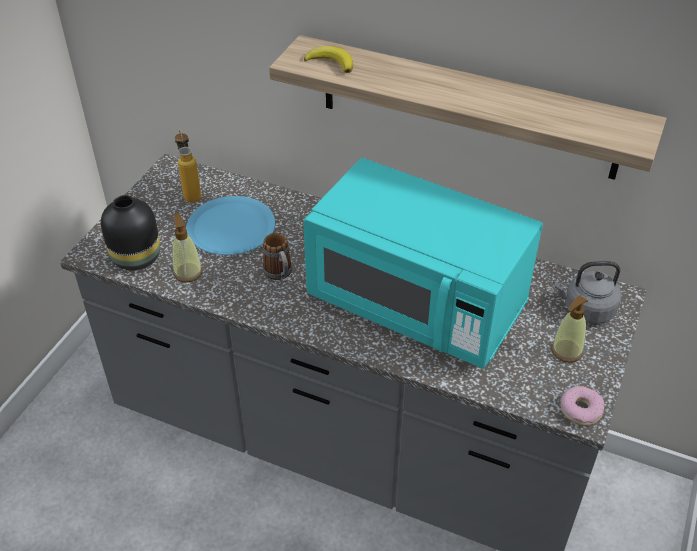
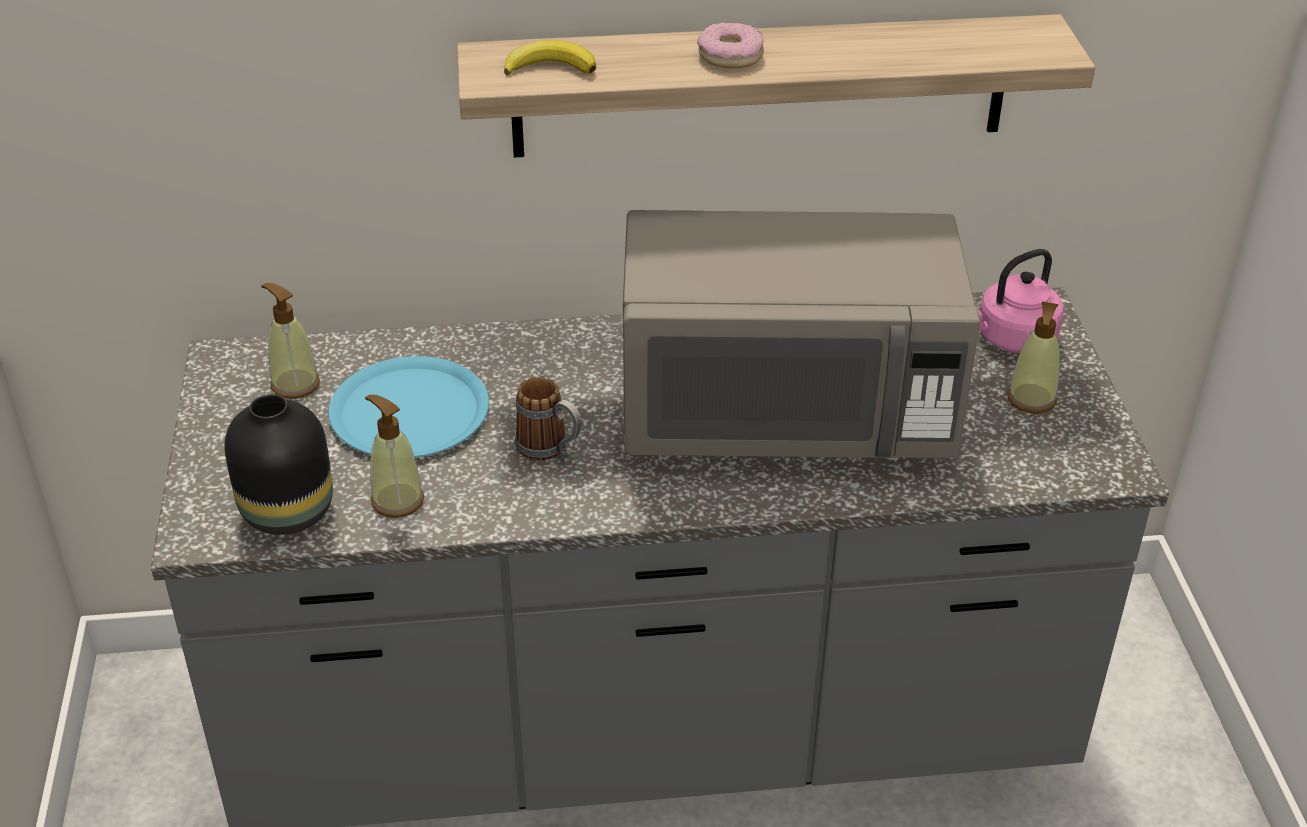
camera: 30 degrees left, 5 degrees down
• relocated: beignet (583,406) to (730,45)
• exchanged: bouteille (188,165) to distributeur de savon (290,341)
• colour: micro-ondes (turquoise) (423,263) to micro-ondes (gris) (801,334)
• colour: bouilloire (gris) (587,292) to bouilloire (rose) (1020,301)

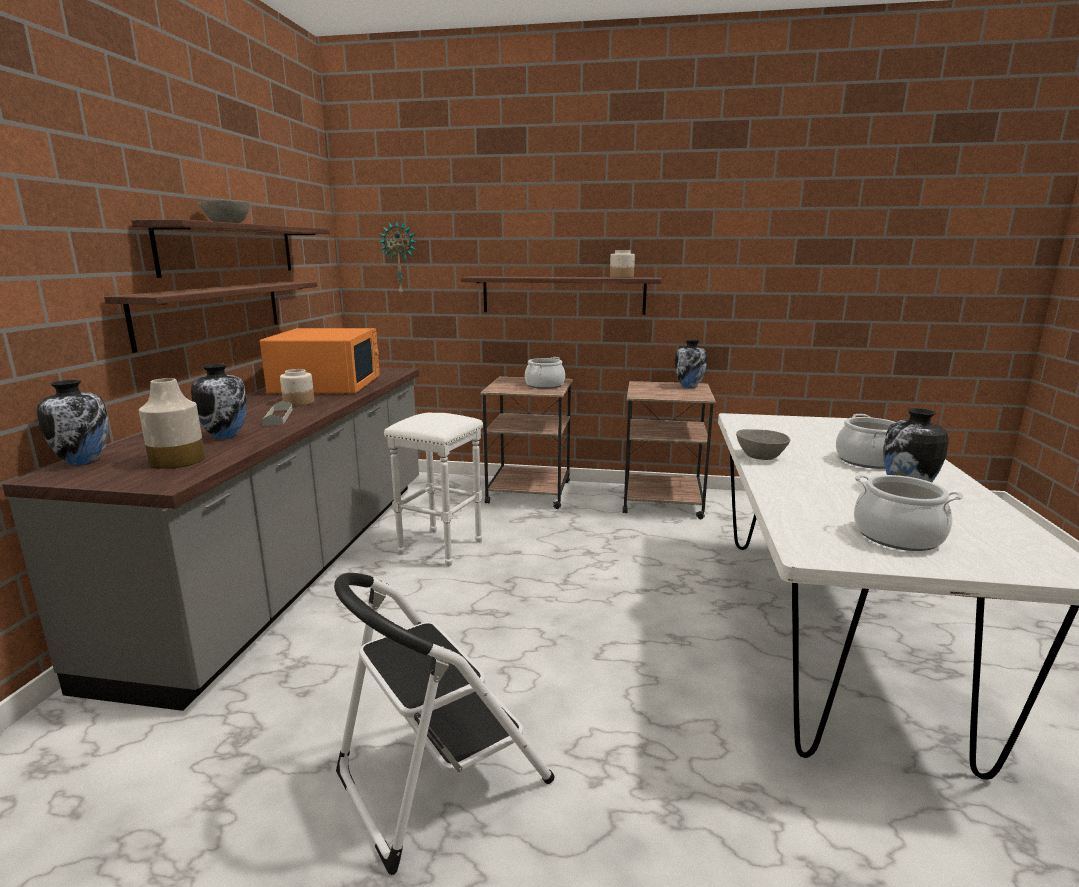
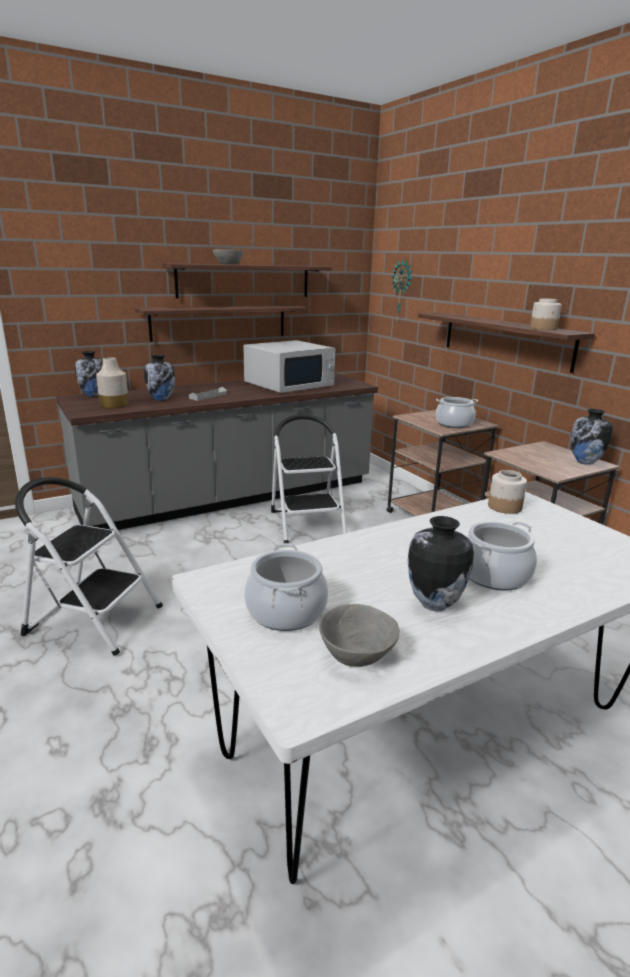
camera: 50 degrees right, 5 degrees up
• relocated: bocal (297,387) to (507,492)
• relocated: bol (gris) (763,444) to (359,635)
• exchanged: tabouret (blanc) (433,489) to escabeau (309,478)
• colour: micro-ondes (orange) (320,361) to micro-ondes (blanc) (289,366)

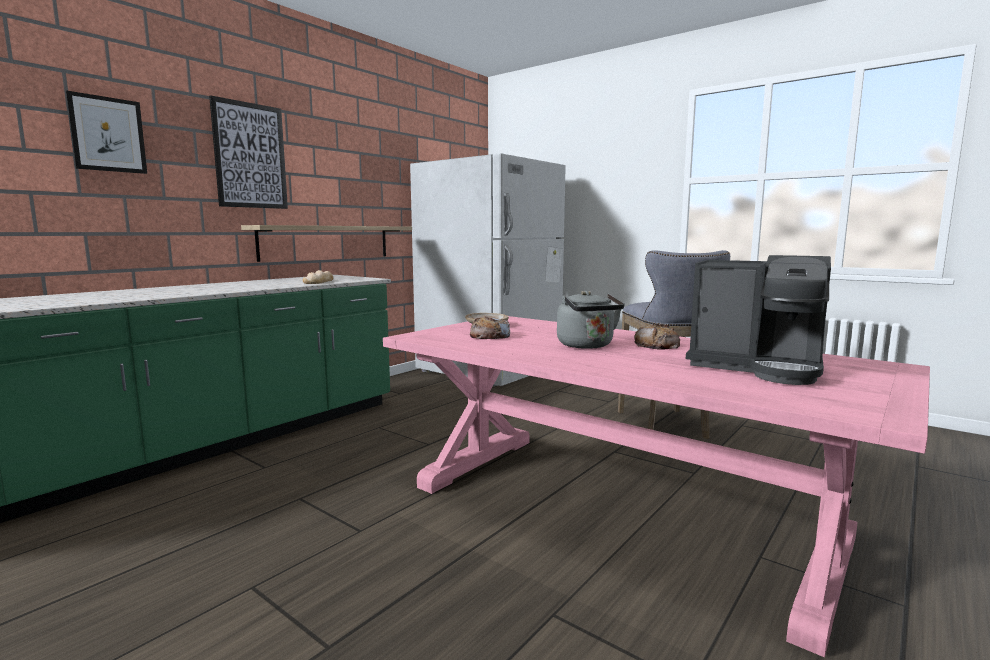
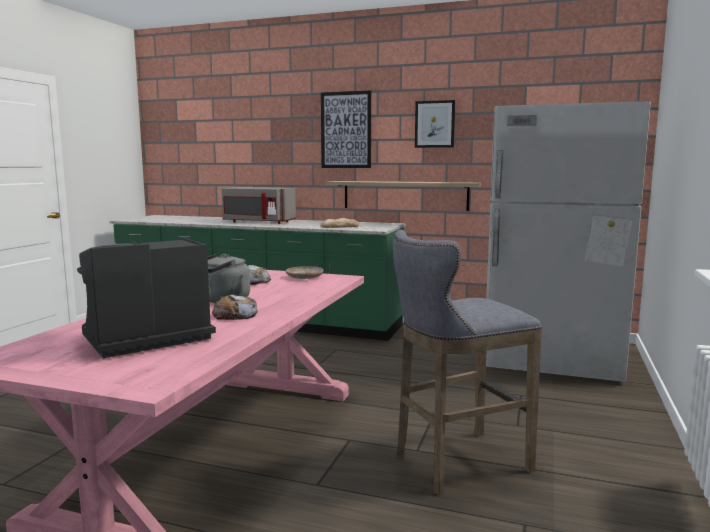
camera: 70 degrees right, 0 degrees up
• appeared: micro-ondes (gris) (259,205)
• relocated: tableau (106,132) to (435,124)
• spun: machine à café (758,320) = (146,298) 45 degrees clockwise

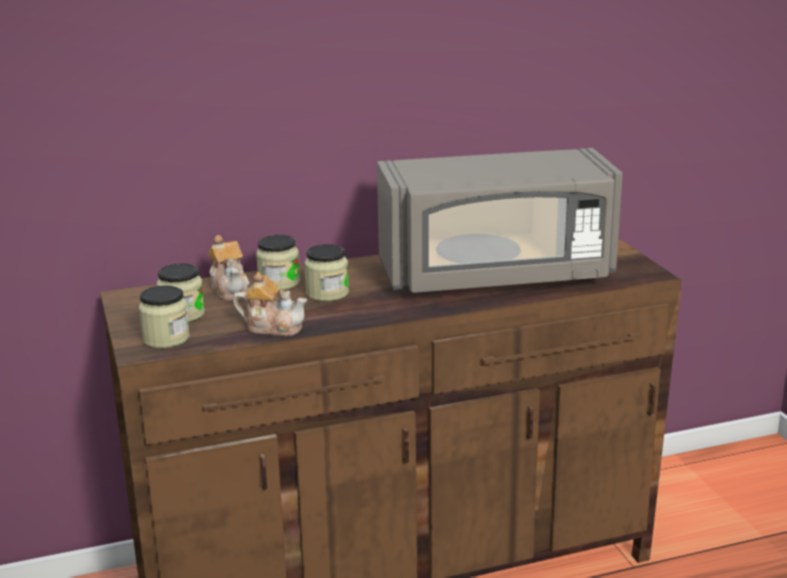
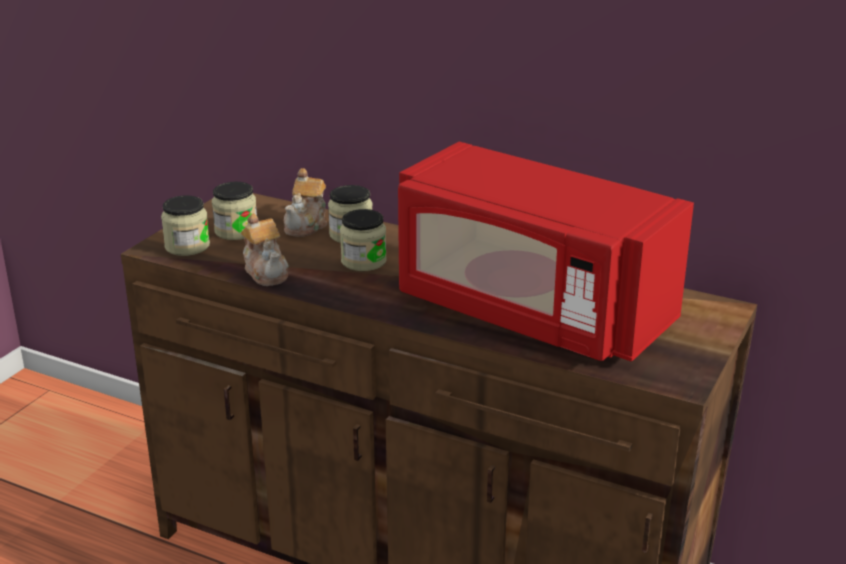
camera: 45 degrees right, 5 degrees up
• colour: micro-ondes (gris) (500,220) to micro-ondes (rouge) (546,251)

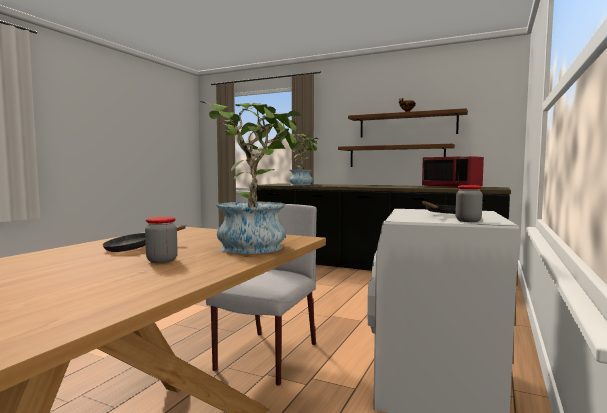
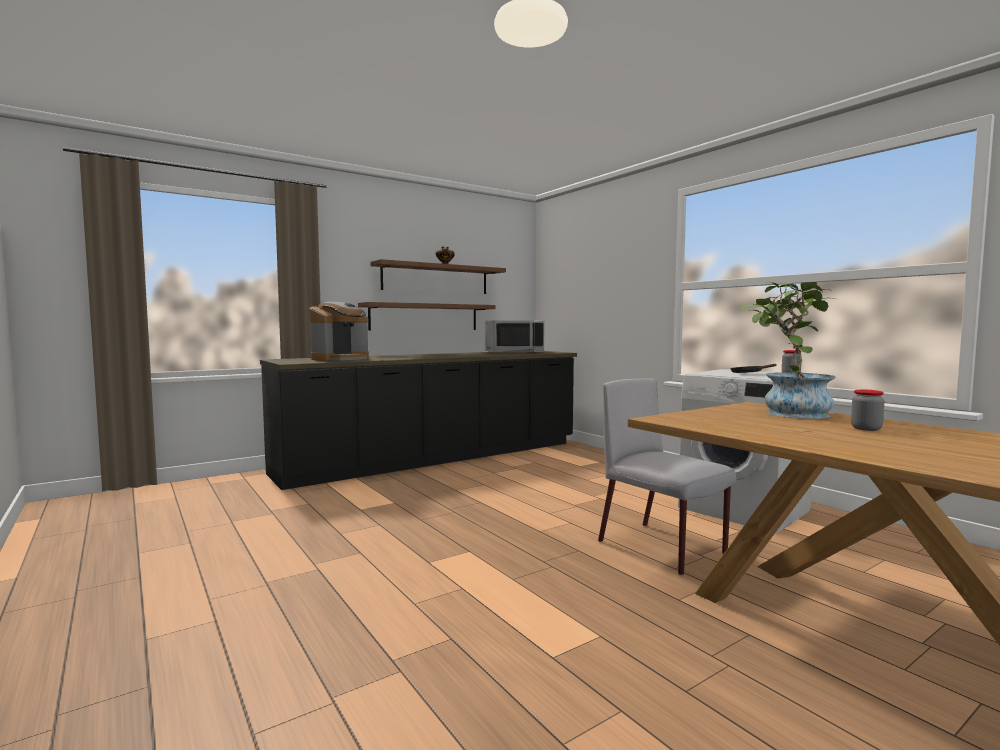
camera: 60 degrees left, 0 degrees up
• missing: poêle (noir) (144,238)
• exchanged: plante en pot (303,159) to machine à café (339,331)
• colour: micro-ondes (rouge) (453,171) to micro-ondes (gris) (514,337)

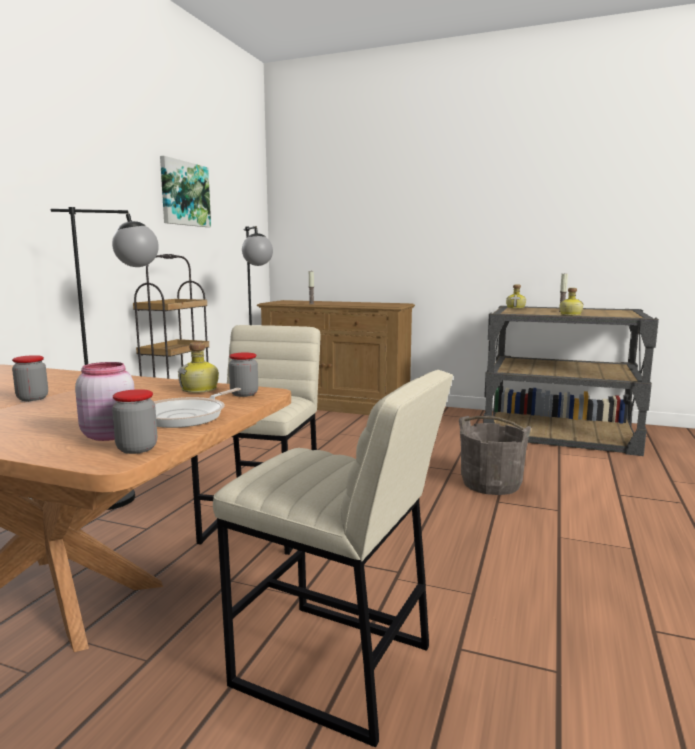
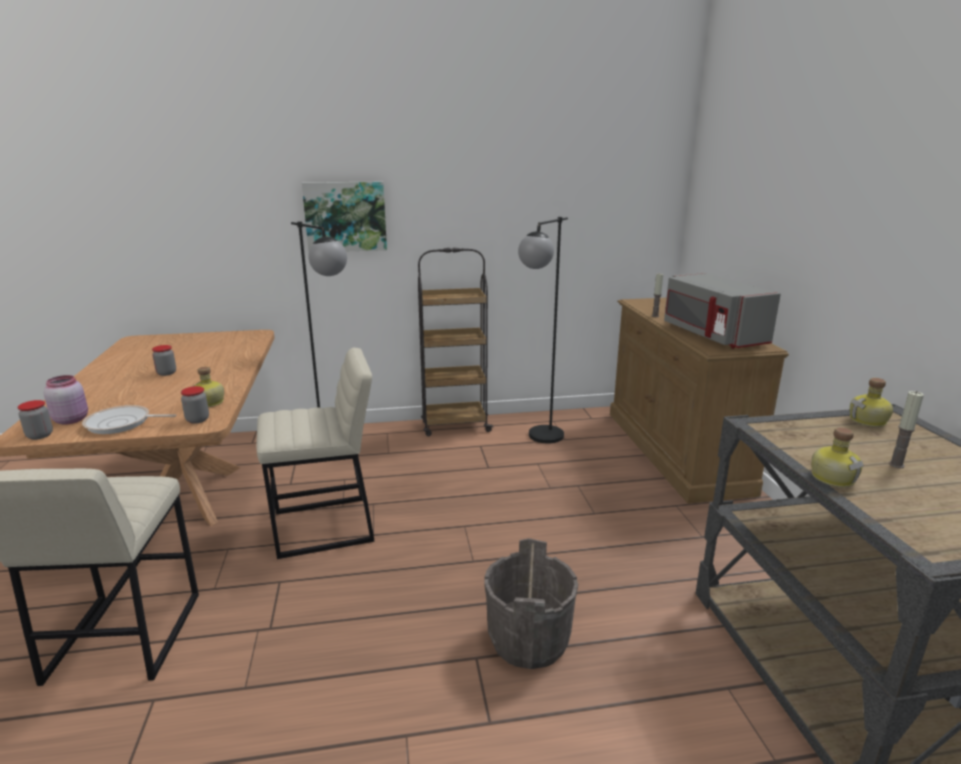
camera: 60 degrees right, 10 degrees up
• appeared: micro-ondes (gris) (722,310)
• relocated: tableau (185,191) to (344,216)

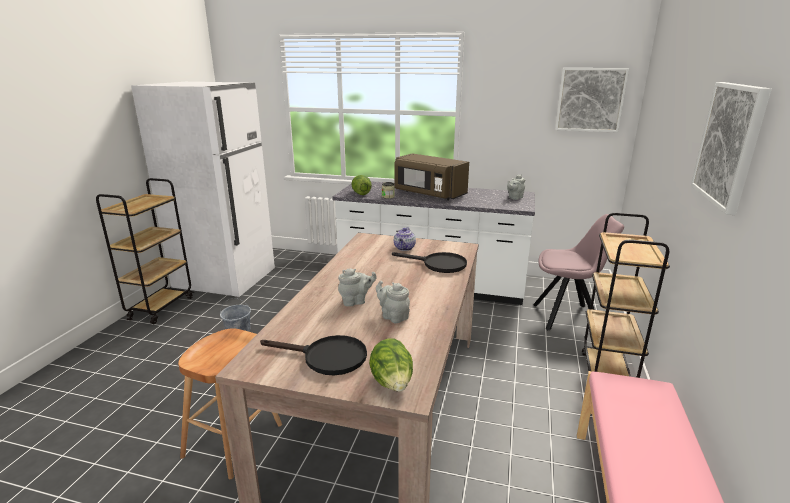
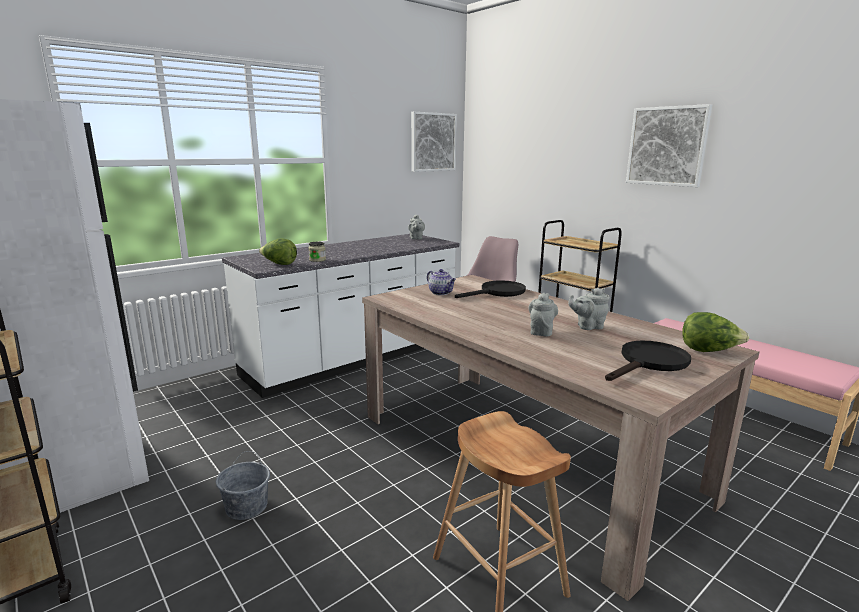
camera: 55 degrees left, 5 degrees down
• missing: micro-ondes (marron) (431,177)

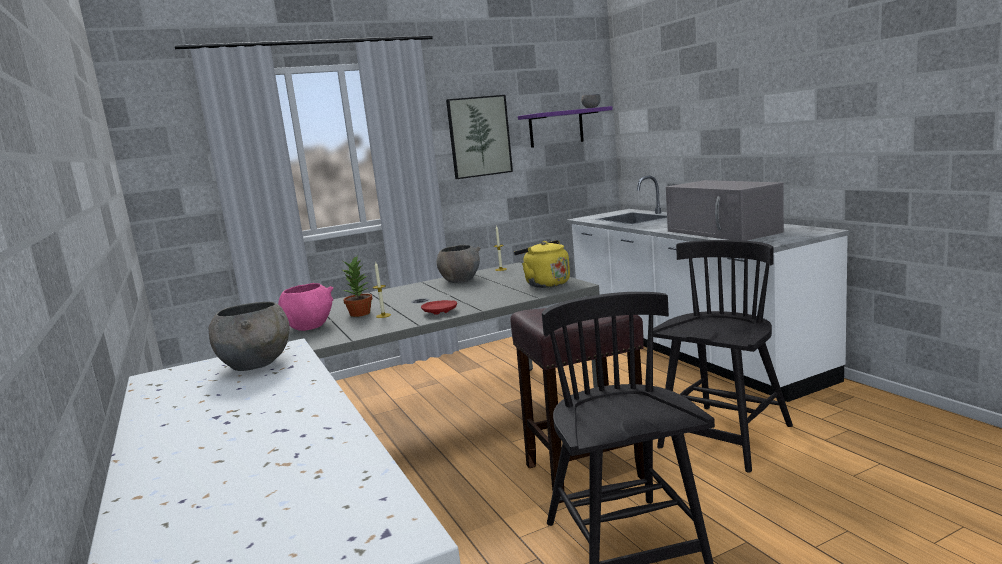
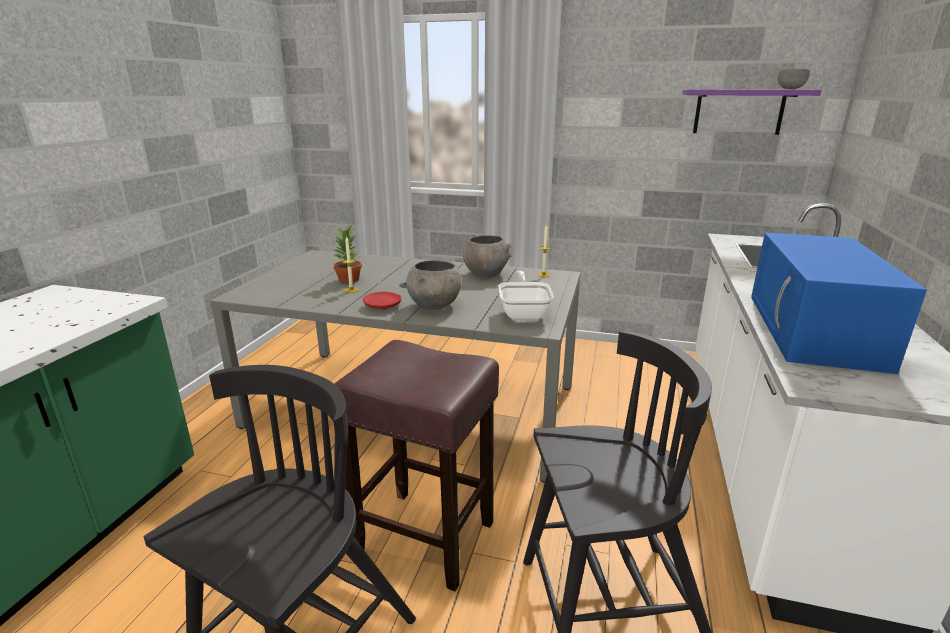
camera: 40 degrees right, 10 degrees up
• missing: bol (rose) (305,307)
• missing: tableau (479,137)
• relocated: bol (gris) (249,336) to (433,285)
• exchanged: bouilloire (jaune) (542,264) to poêle (526,295)
• colour: micro-ondes (gris) (725,210) to micro-ondes (bleu) (839,303)

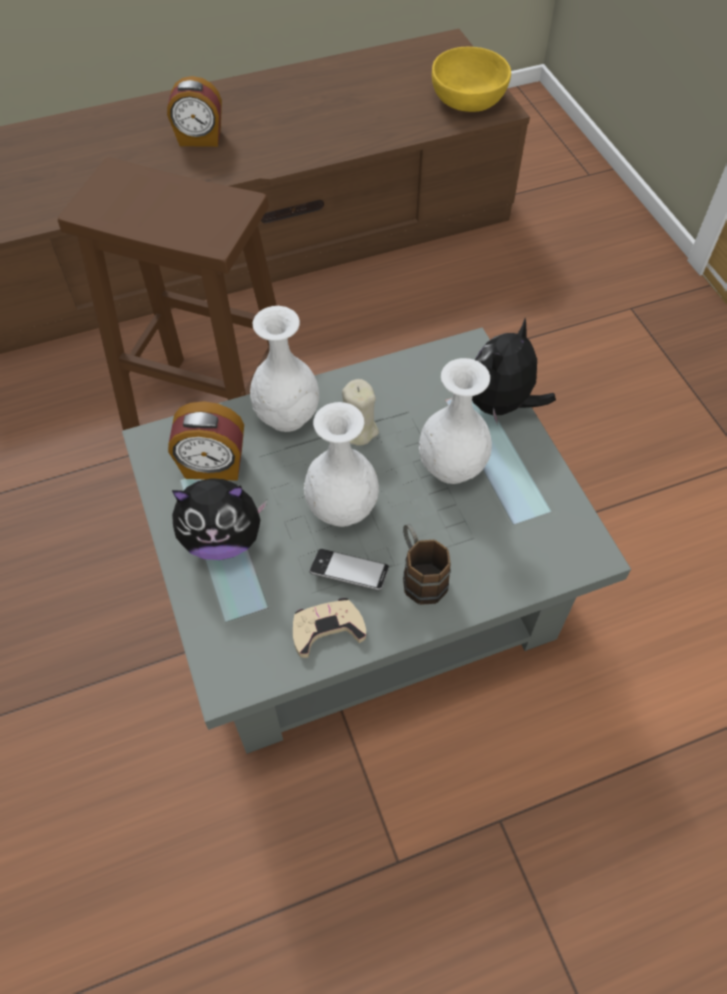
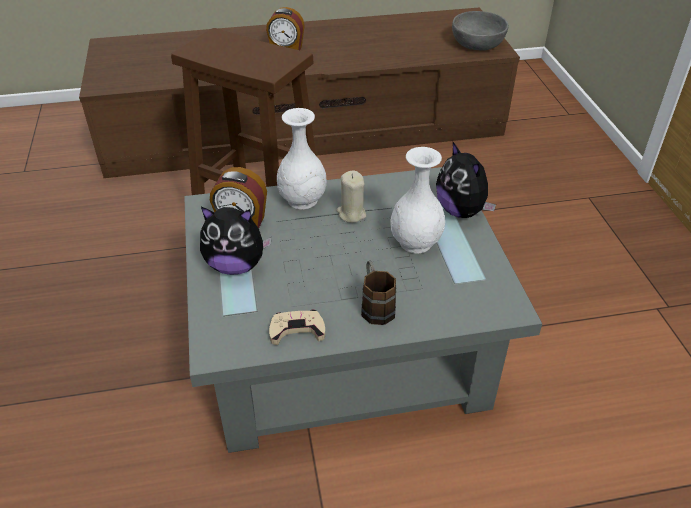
camera: 10 degrees right, 15 degrees down
• missing: vase (blanc) (341,464)
• missing: téléphone (349,569)
• colour: bol (jaune) (471,79) to bol (gris) (480,30)
• spun: peluche (514,372) = (466,180) 75 degrees counterclockwise

